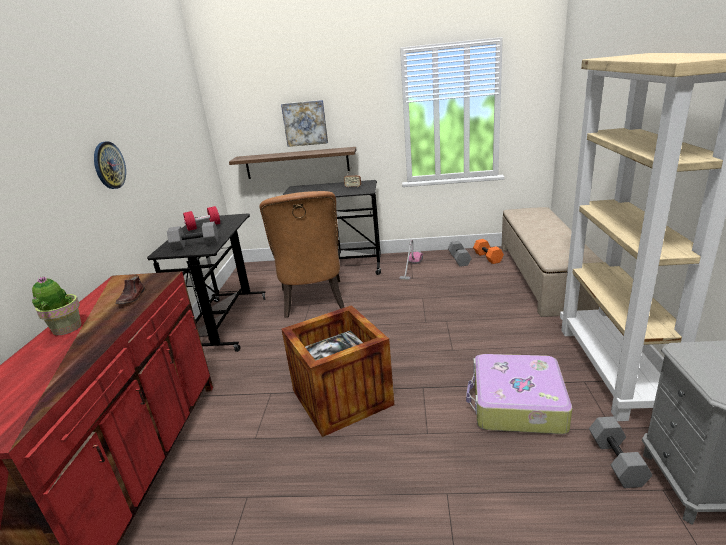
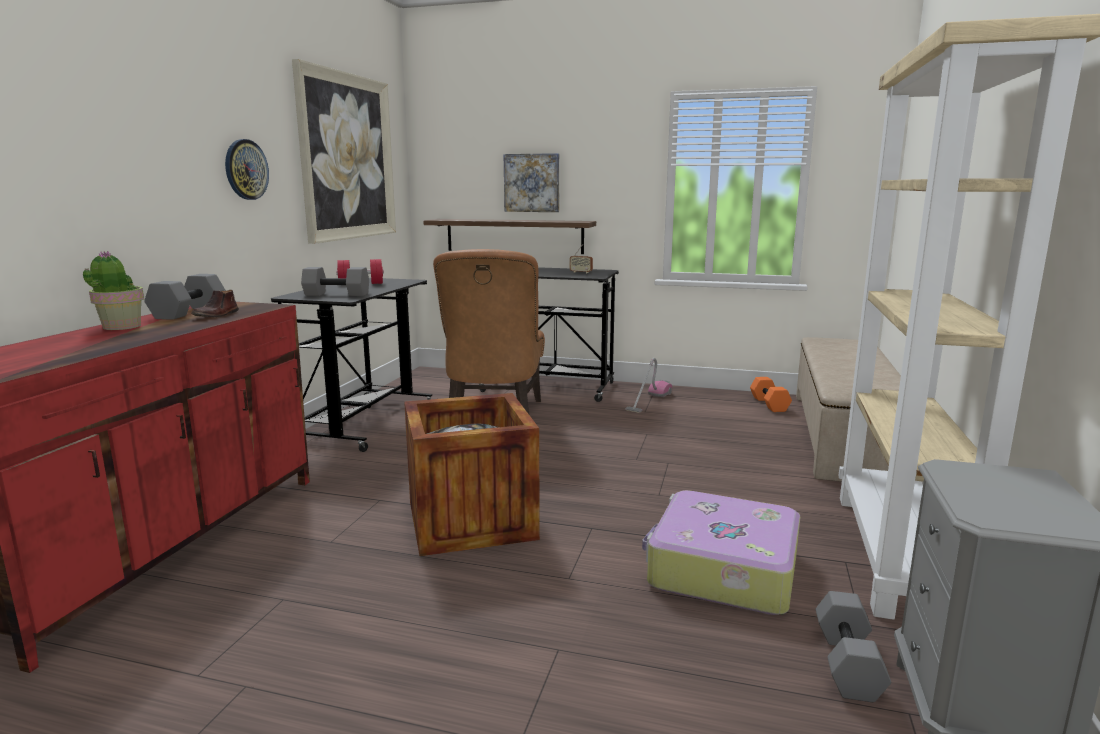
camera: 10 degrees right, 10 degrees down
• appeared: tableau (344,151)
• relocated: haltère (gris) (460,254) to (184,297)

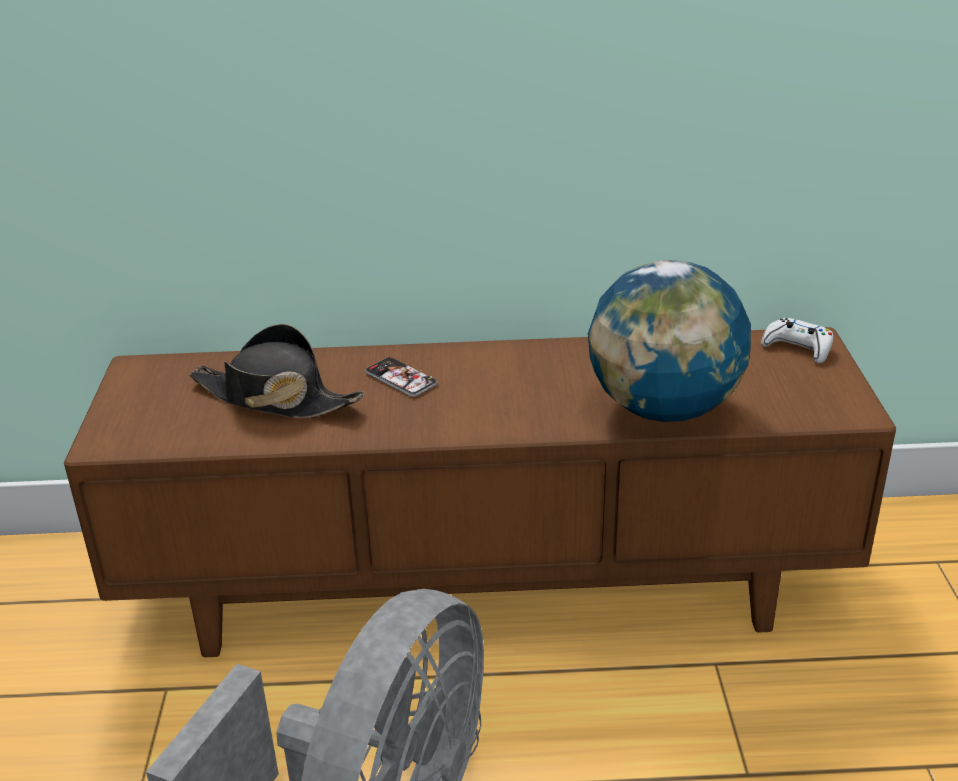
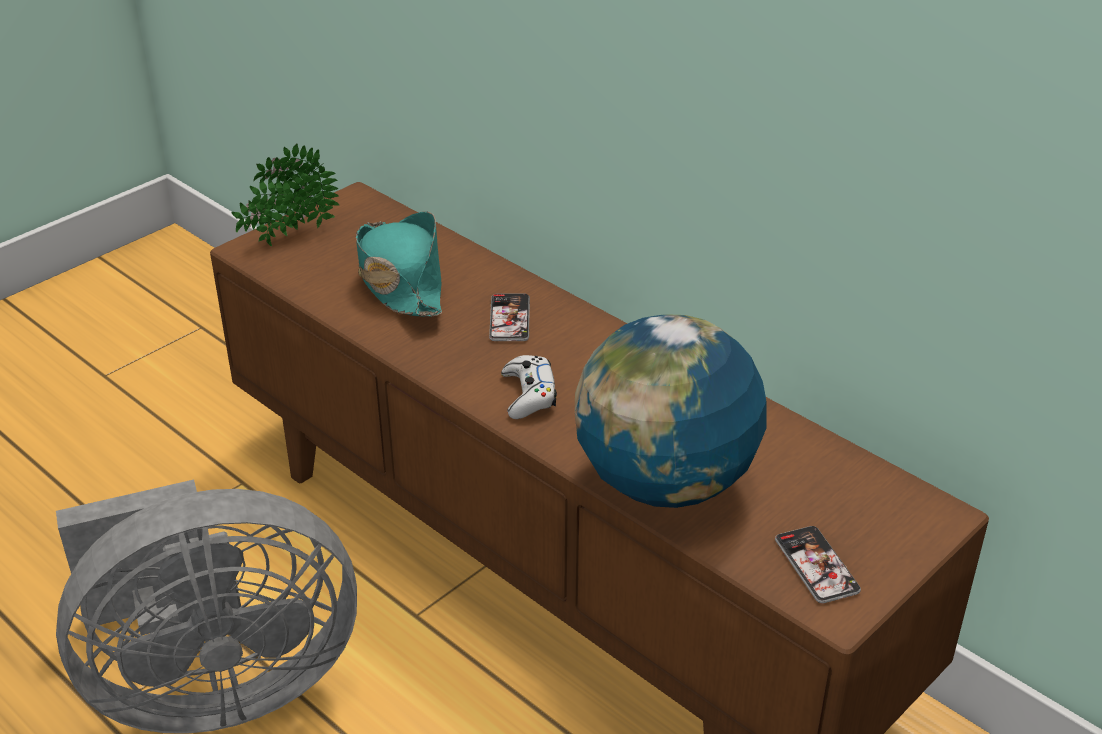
camera: 45 degrees right, 5 degrees up
• appeared: plante en pot (285,194)
• appeared: téléphone (818,564)
• relocated: manette (blanc) (797,341) to (529,387)
• colour: chapeau (noir) (276,371) to chapeau (turquoise) (399,264)

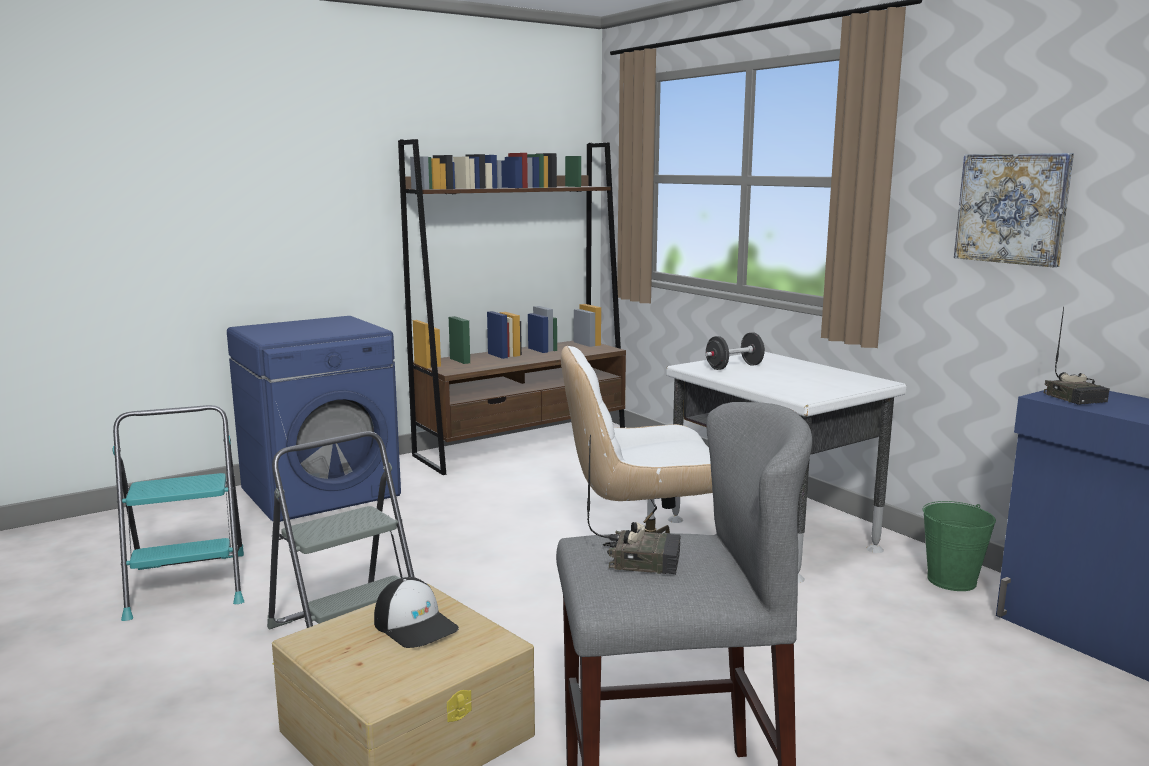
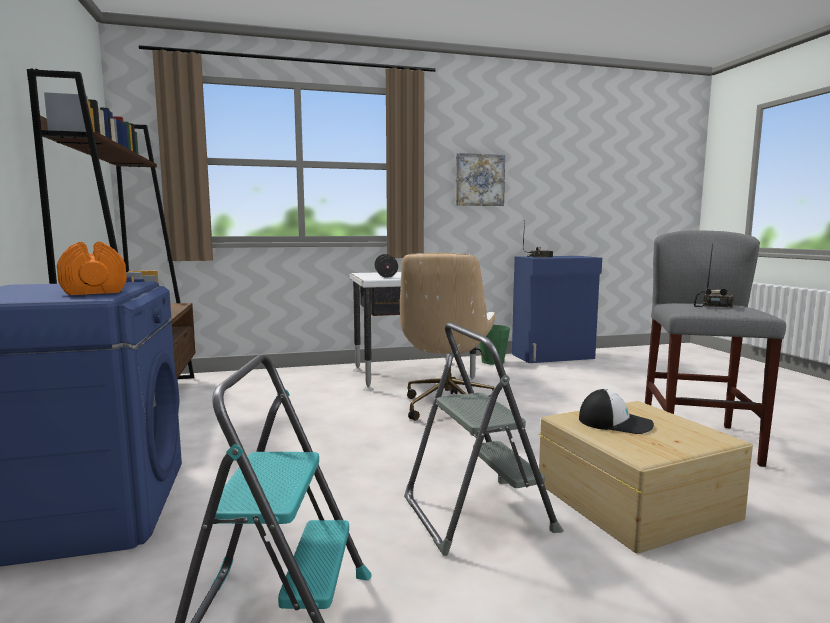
camera: 70 degrees left, 5 degrees down
• appeared: haltère (orange) (92,268)
• spun: casquette (416,612) = (616,411) 45 degrees clockwise

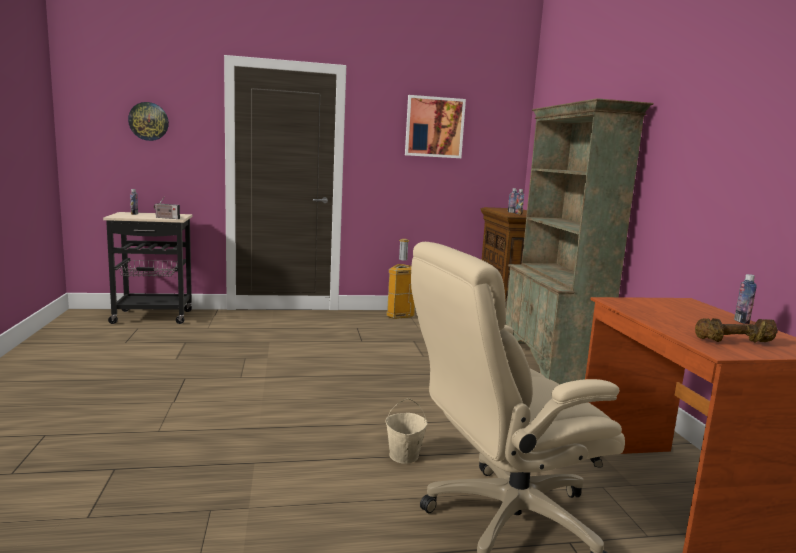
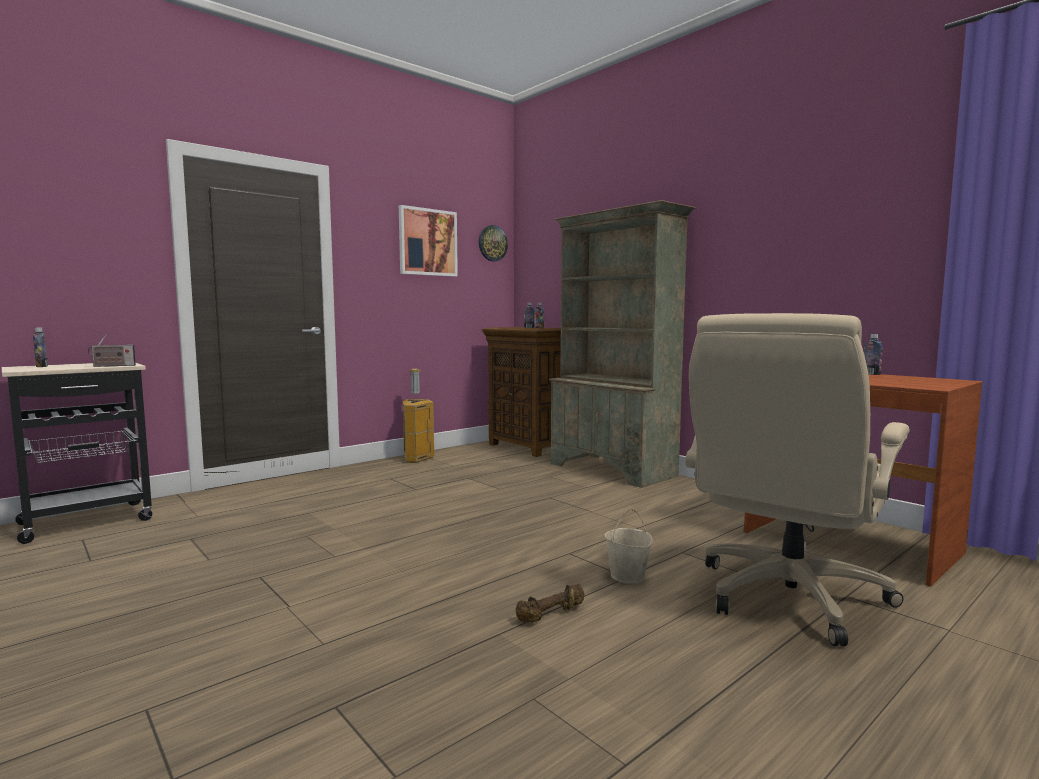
camera: 30 degrees left, 5 degrees down
• relocated: horloge murale (148,121) to (493,243)
• relocated: haltère (marron) (736,330) to (550,603)

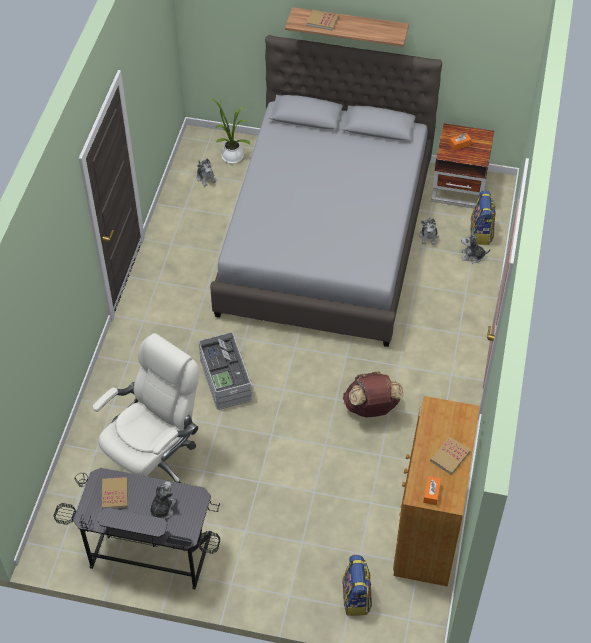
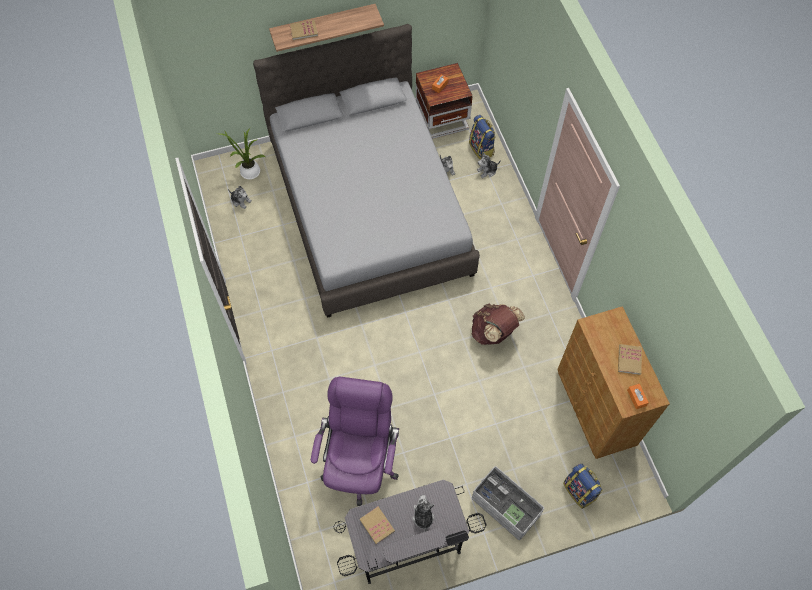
camera: 30 degrees left, 10 degrees up
• relocated: boîte de rangement (gris) (225,371) to (507,503)
• colour: chaise de bureau (blanc) (146,408) to chaise de bureau (violet) (355,441)

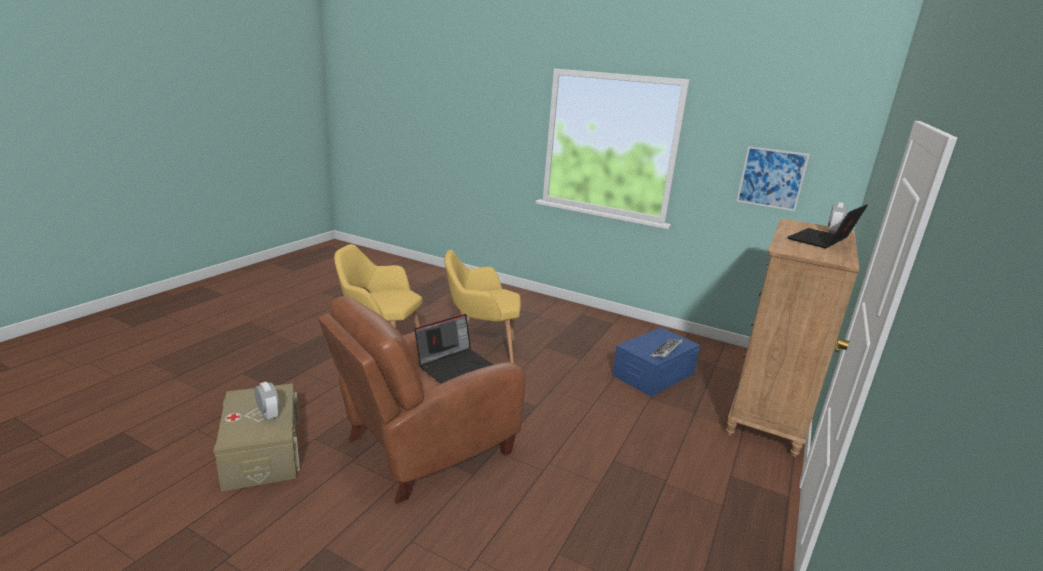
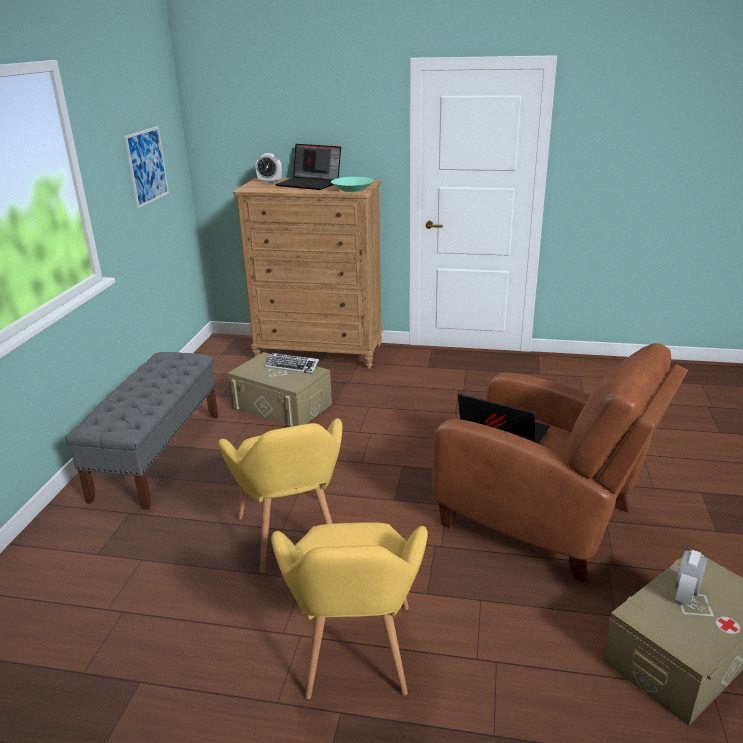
camera: 105 degrees left, 5 degrees up
• appeared: banc (gris) (141,431)
• appeared: bol (turquoise) (352,184)
• colour: boîte de rangement (bleu) (656,362) to boîte de rangement (beige) (279,389)

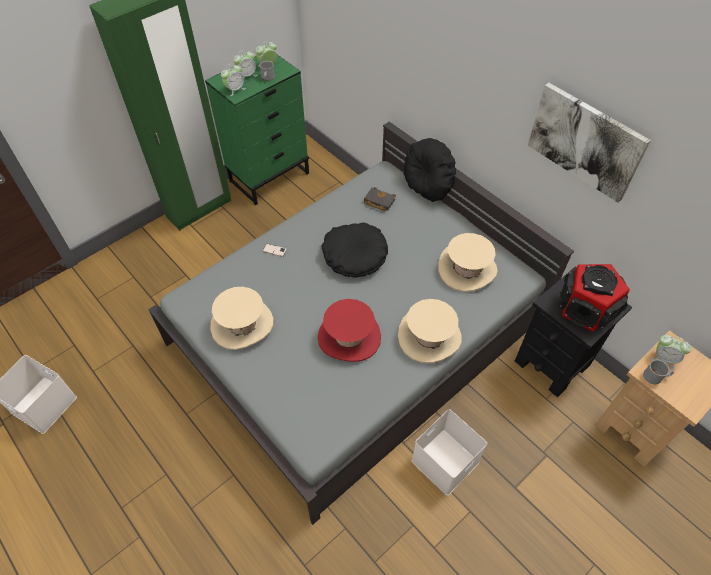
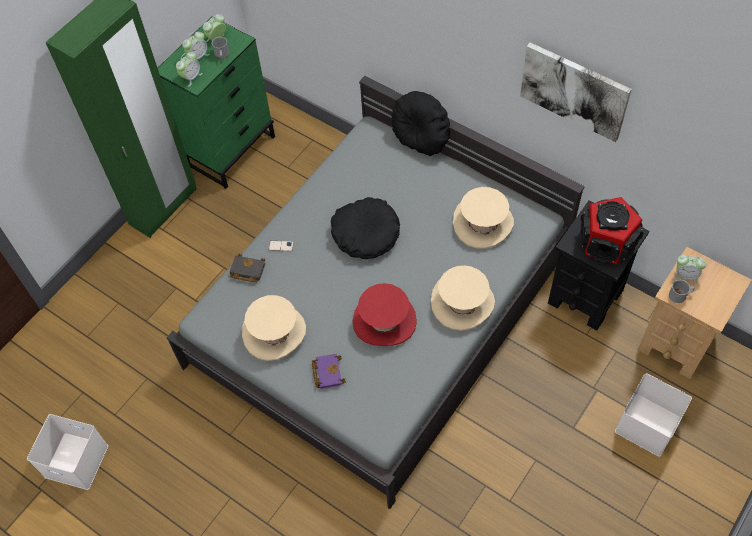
camera: 10 degrees left, 5 degrees up
• appeared: livre (violet) (329,371)
• relocated: livre (noir) (380,199) to (247,268)
• relocated: boîte de rangement (blanc) (449,452) to (653,415)

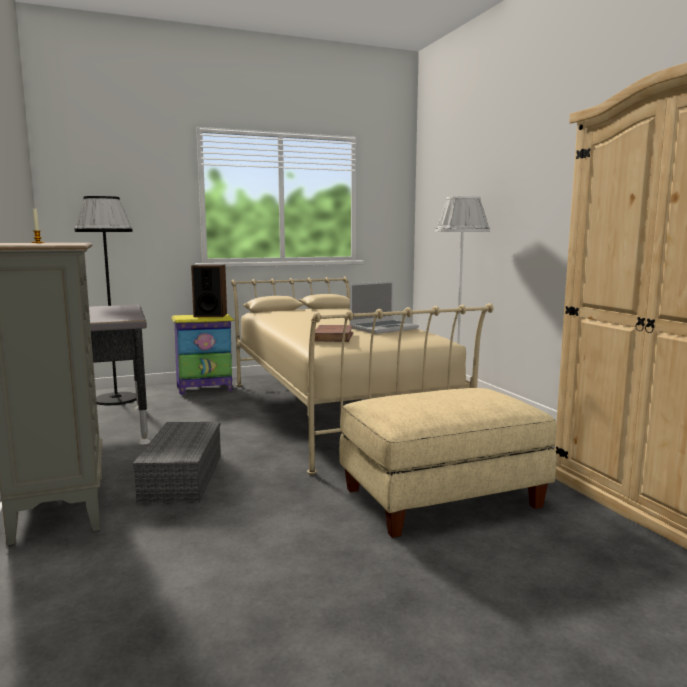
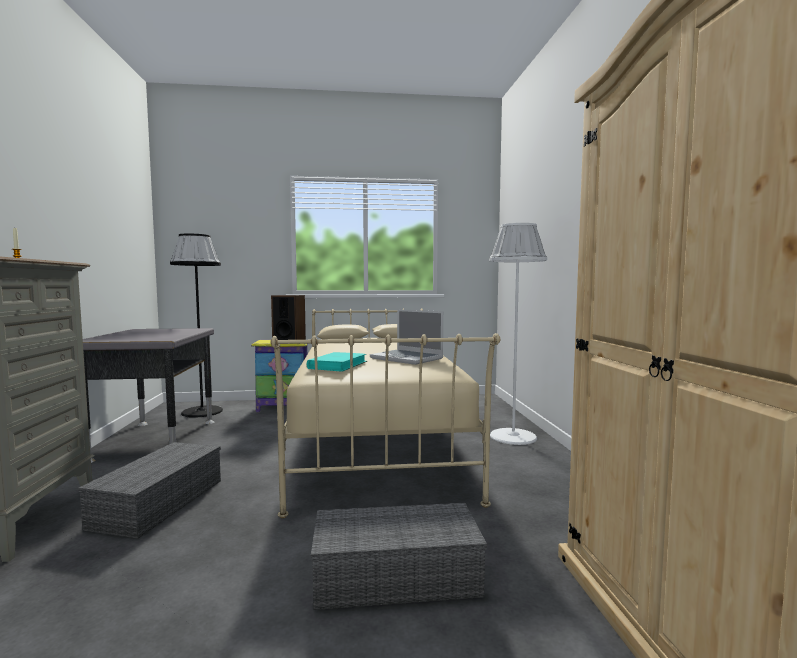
camera: 15 degrees right, 5 degrees down
• exchanged: pouf (beige) (448,463) to boîte de rangement (gris) (399,556)
• colour: livre (marron) (334,333) to livre (turquoise) (337,361)
• spun: ordinateur portable (384,307) = (406,337) 60 degrees clockwise

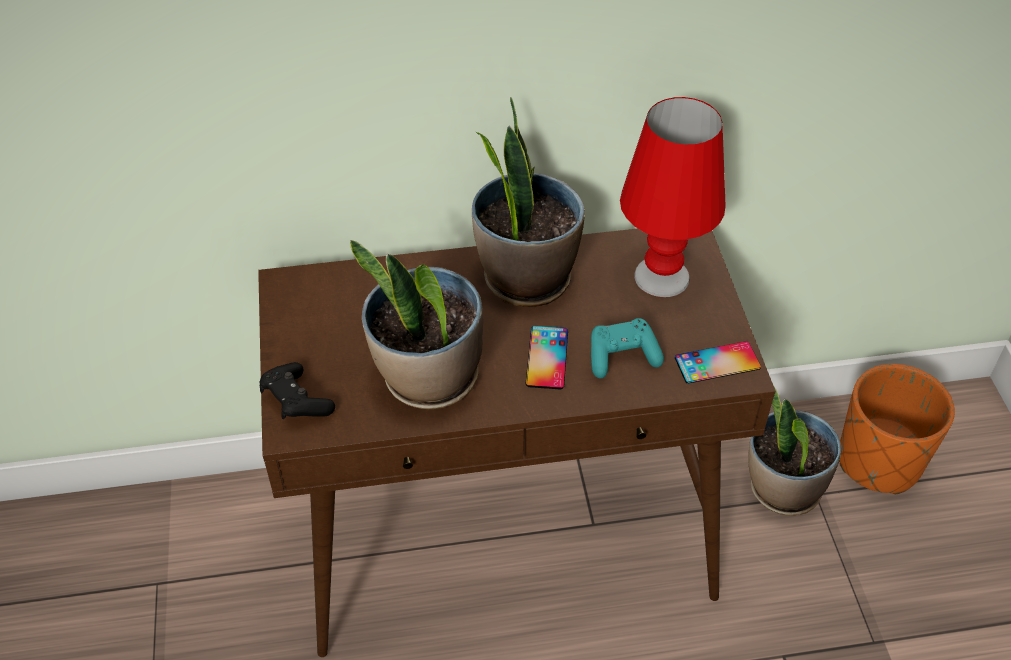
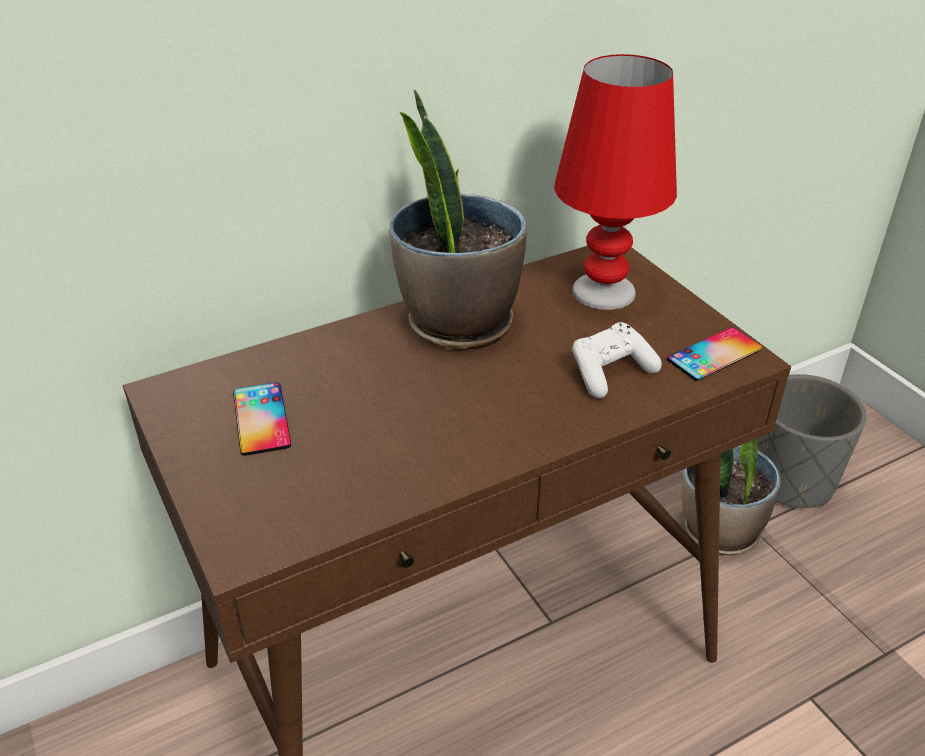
camera: 20 degrees left, 10 degrees down
• missing: manette (noir) (297,390)
• missing: plante en pot (416,324)
• relocated: téléphone (547,357) to (262,419)
• colour: manette (turquoise) (627,348) to manette (blanc) (617,360)
• colour: cache-pot (orange) (897,429) to cache-pot (gris) (811,441)

